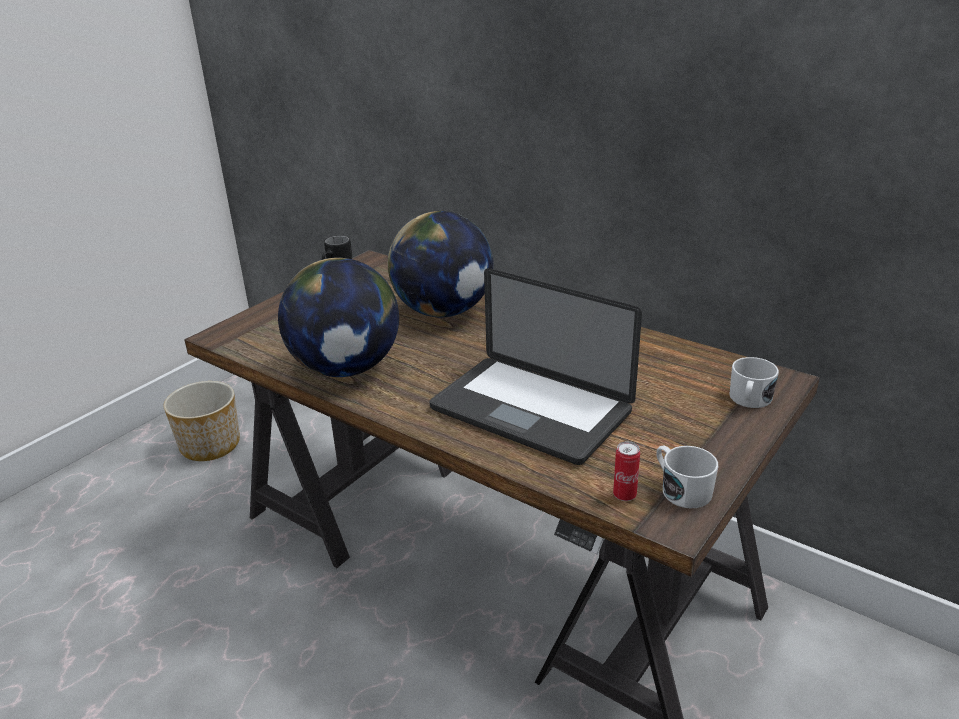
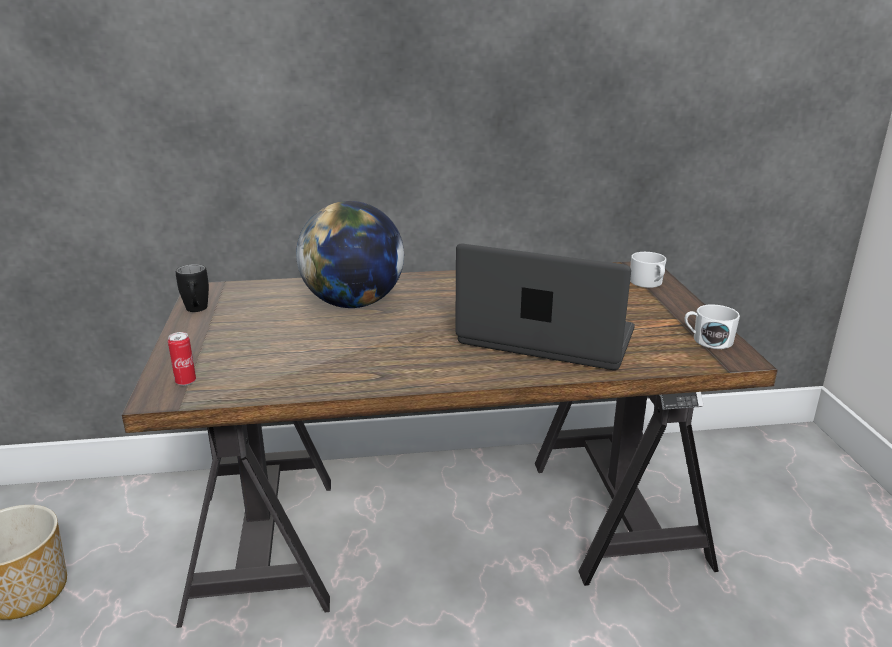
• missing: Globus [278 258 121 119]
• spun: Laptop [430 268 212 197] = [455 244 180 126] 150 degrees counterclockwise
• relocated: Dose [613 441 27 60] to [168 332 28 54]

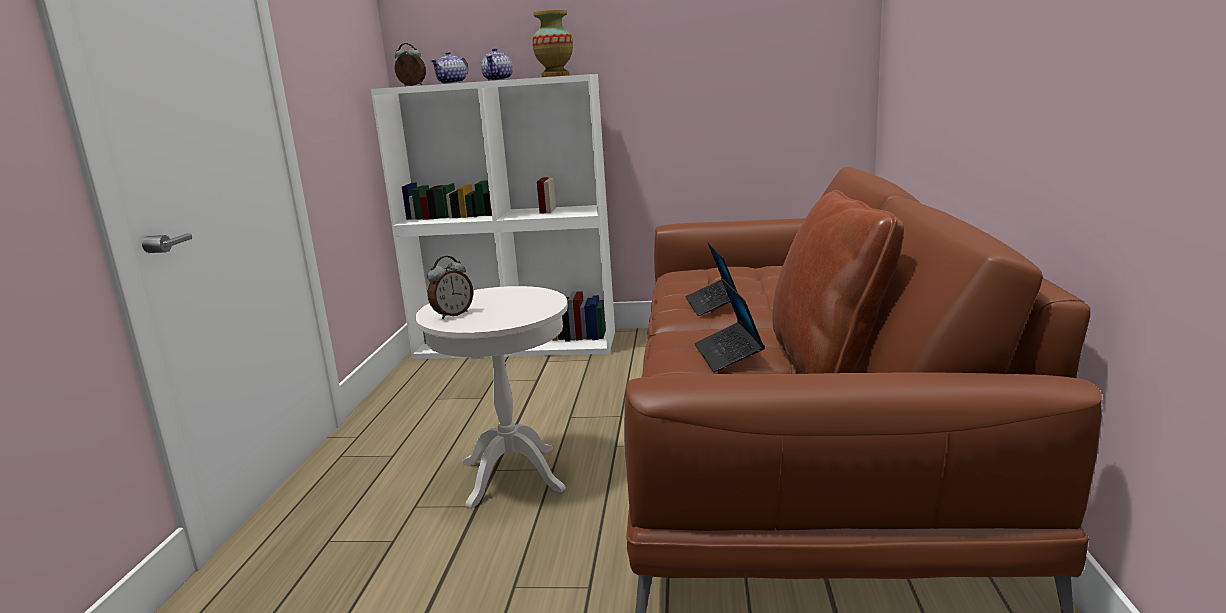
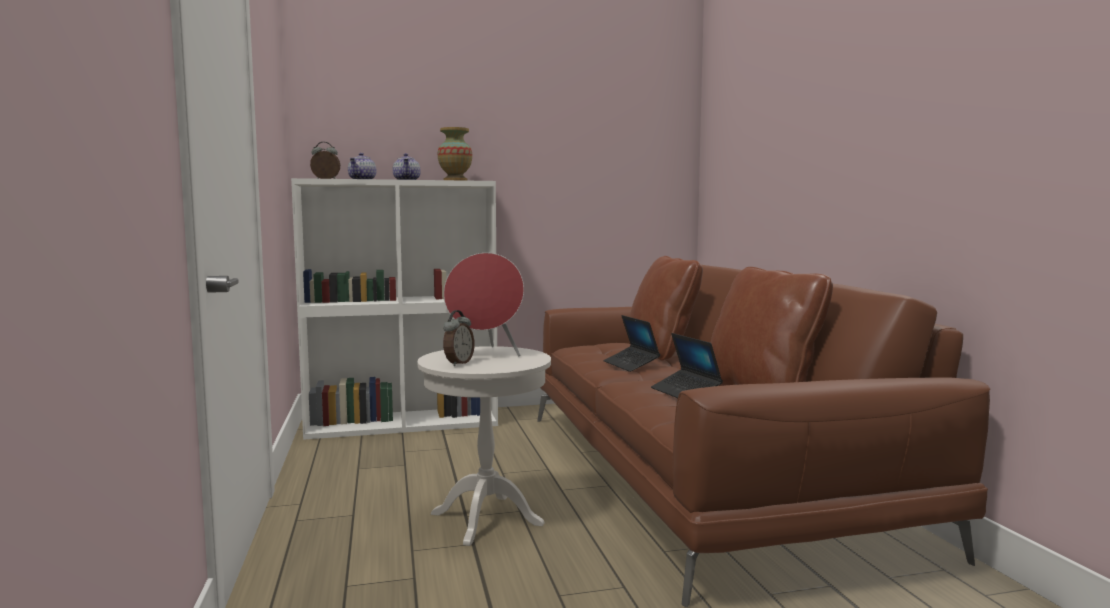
• appeared: Lautsprecher (rot) [444 253 80 104]
• appeared: Kissen (braun) [630 256 73 105]

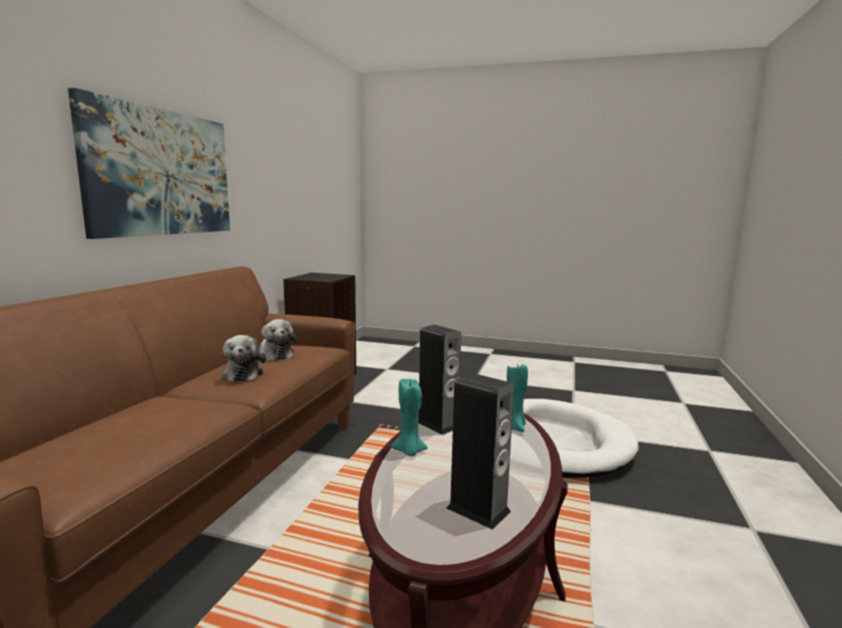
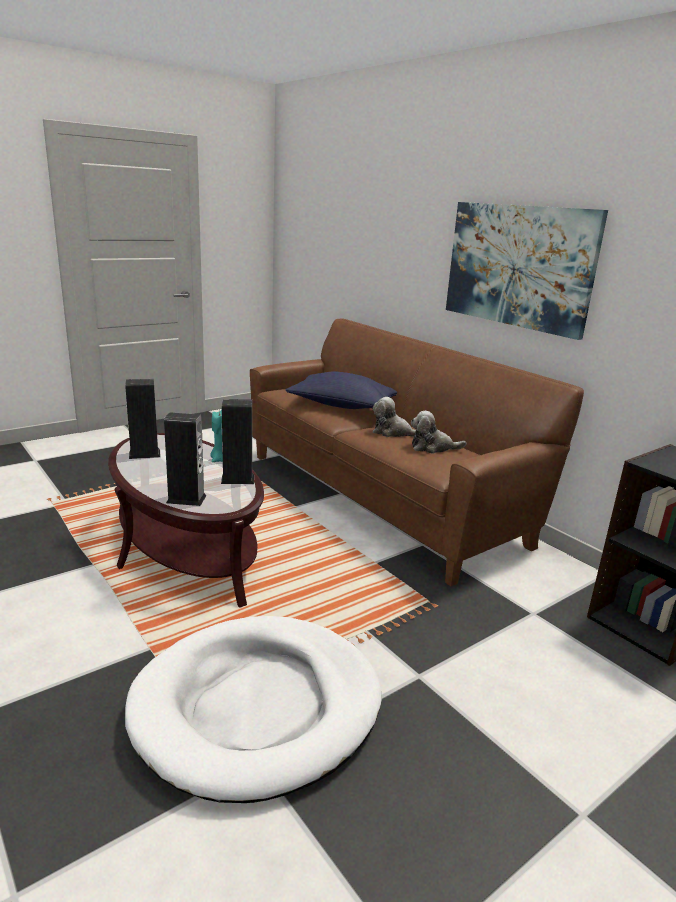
• exchanged: Kerze (türkis) [507 364 21 68] to Lautsprecher [164 413 43 93]
• appeared: Kissen (blau) [286 371 111 38]

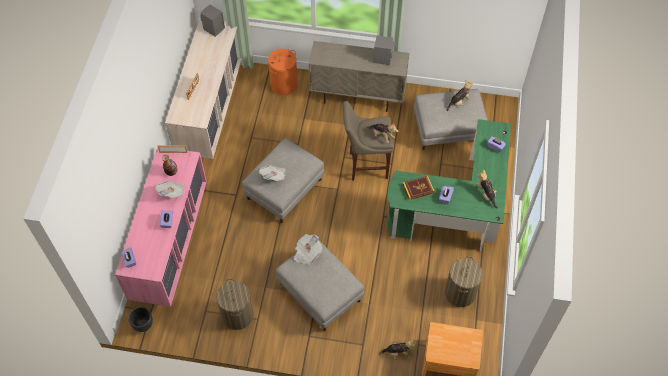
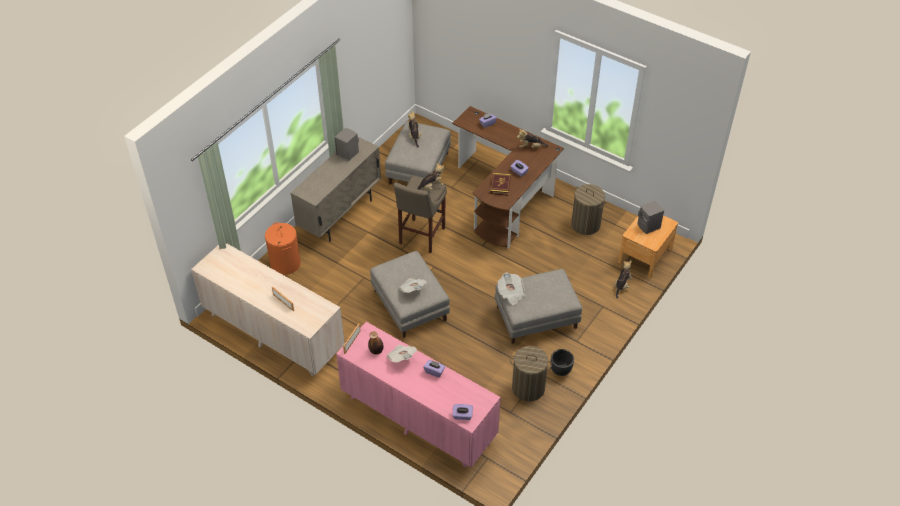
• relocated: Pflanzkübel (schwarz) [128 307 25 25] to [550 349 24 27]
• relocated: Lautsprecher (grau) [200 5 25 32] to [637 201 27 33]
• colour: Schreibtisch (grün) [387 119 124 132] to Schreibtisch (braun) [452 106 112 142]

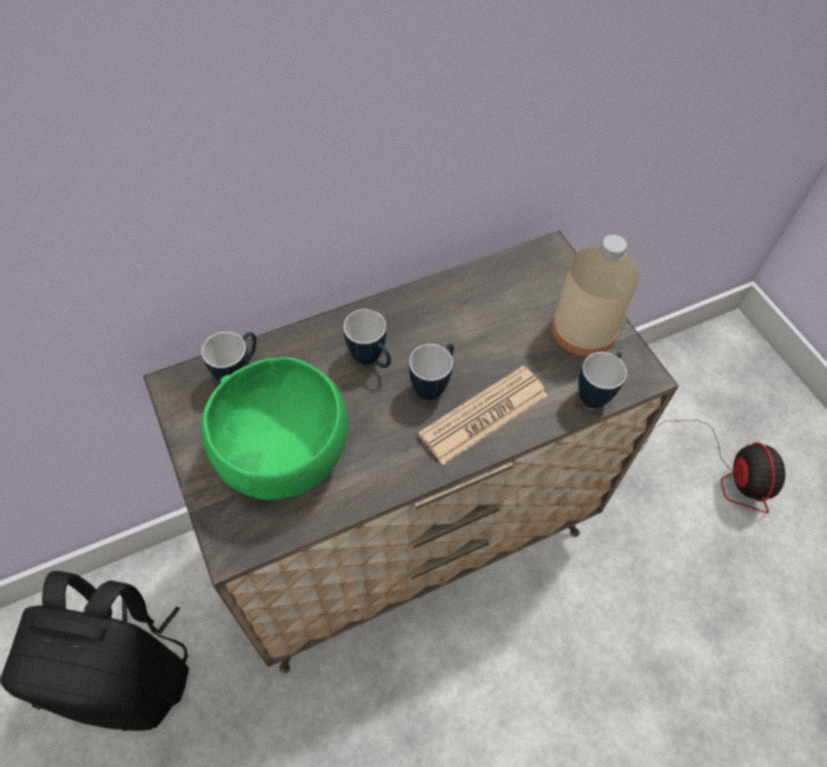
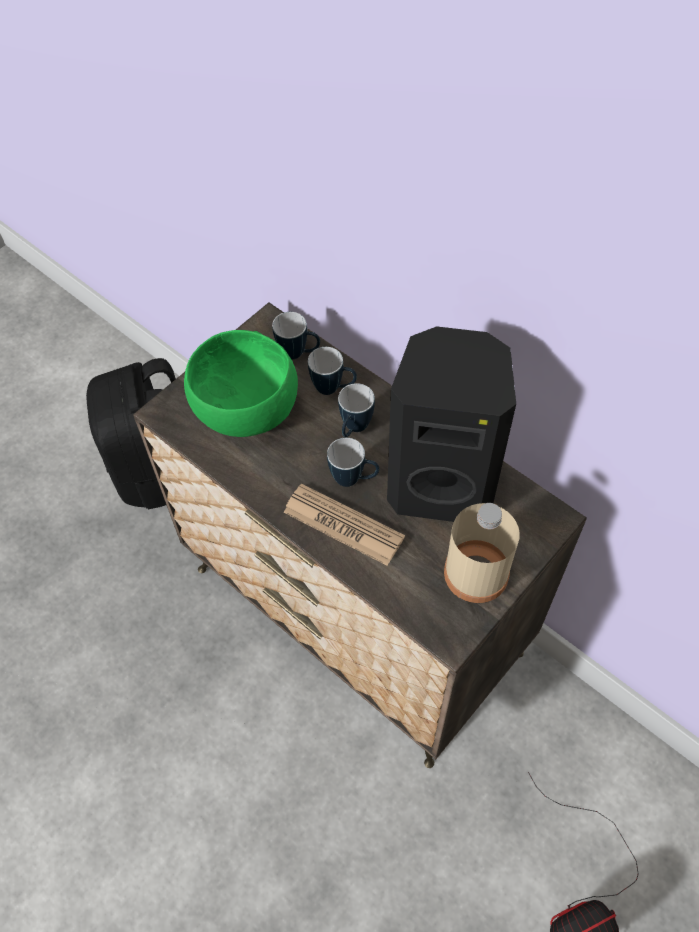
• relocated: Henkelbecher [578 352 49 57] to [308 347 49 48]
• appeared: Lautsprecher (schwarz) [387 326 129 196]

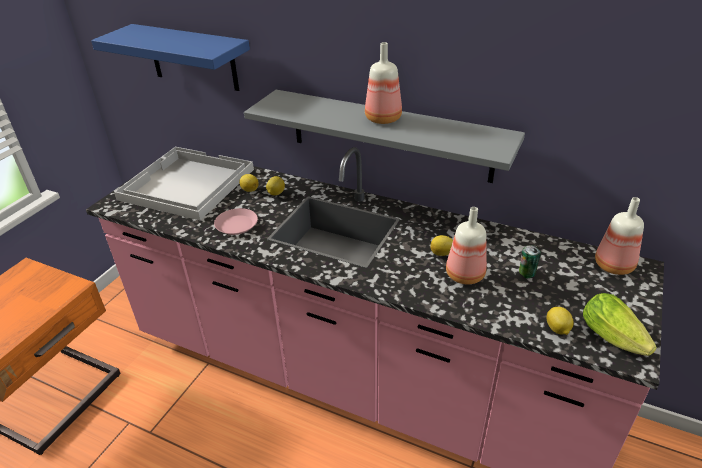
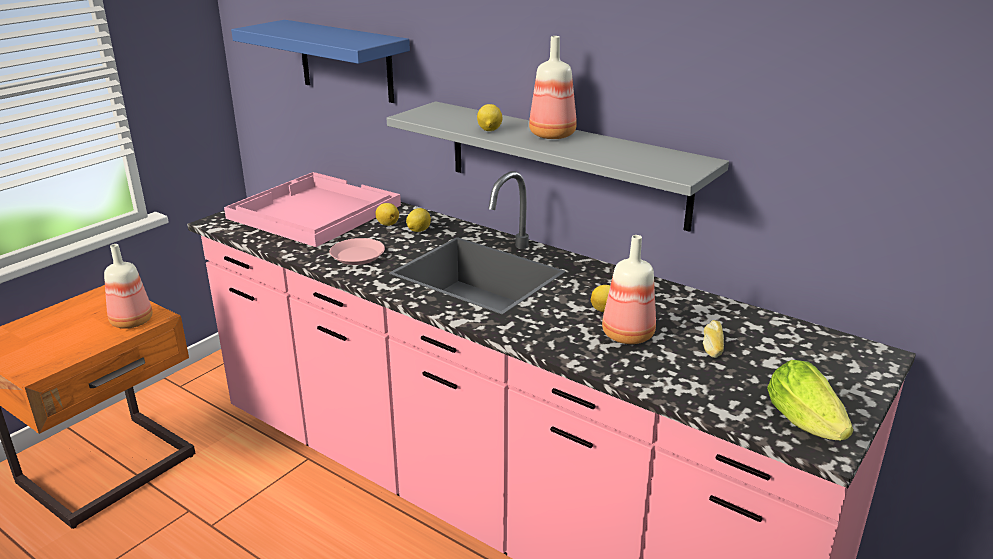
• colour: Tablett (weiß) [114 147 140 73] to Tablett (rosa) [224 172 177 75]
• exchanged: Dose [519 245 22 33] to Brot [703 320 21 38]
• relocated: Zitrone [547 307 27 28] to [477 104 25 27]
• relocated: Flasche [595 197 49 78] to [104 244 48 85]

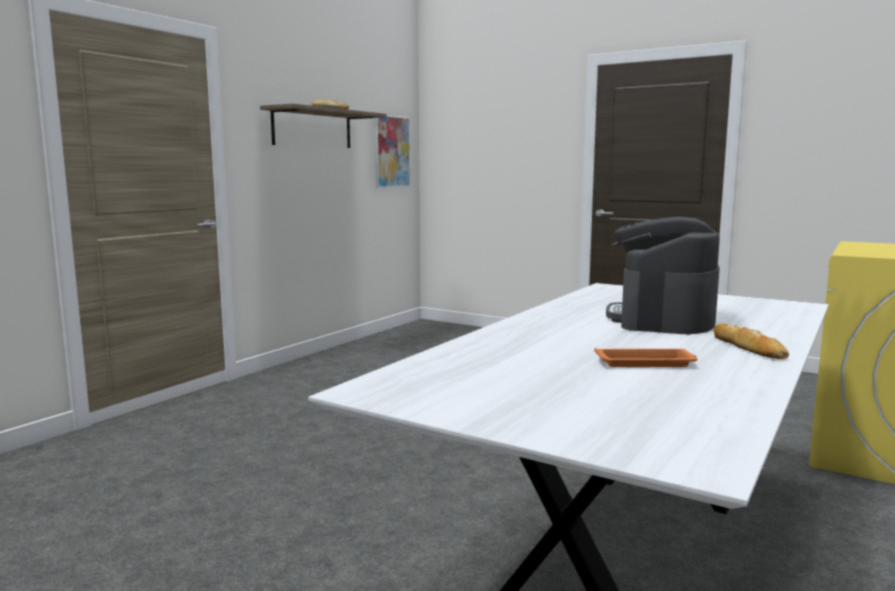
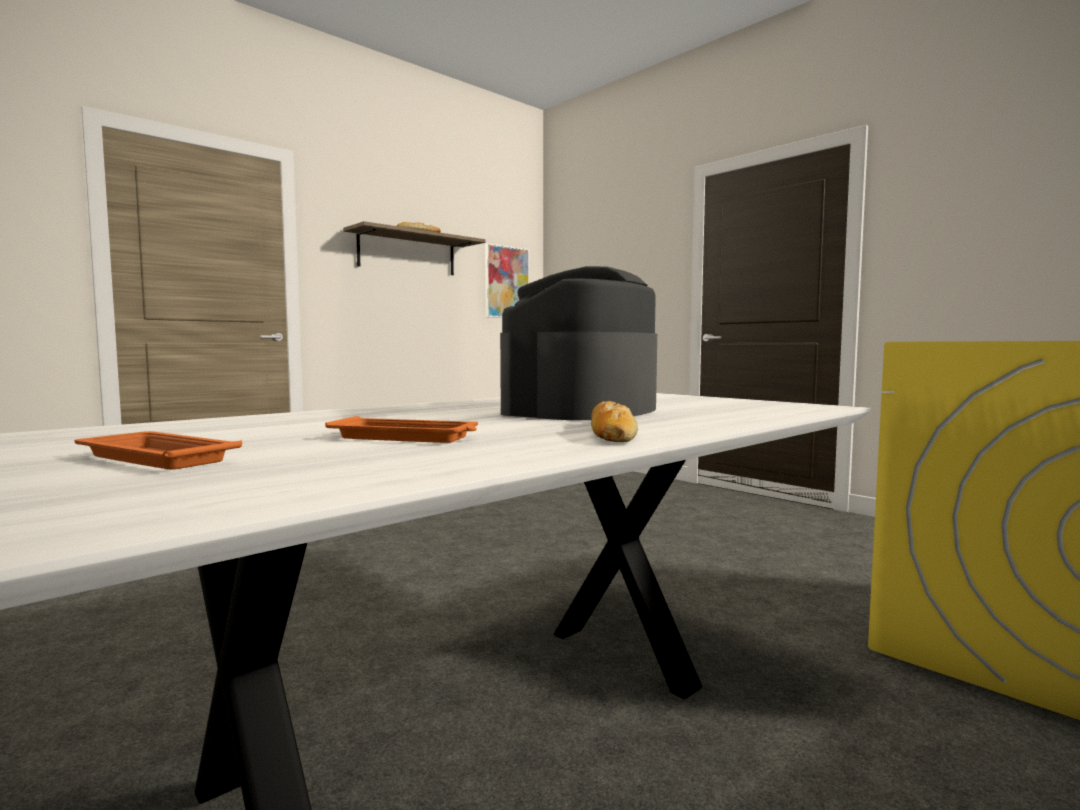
• appeared: Tablett (orange) [74 431 168 39]

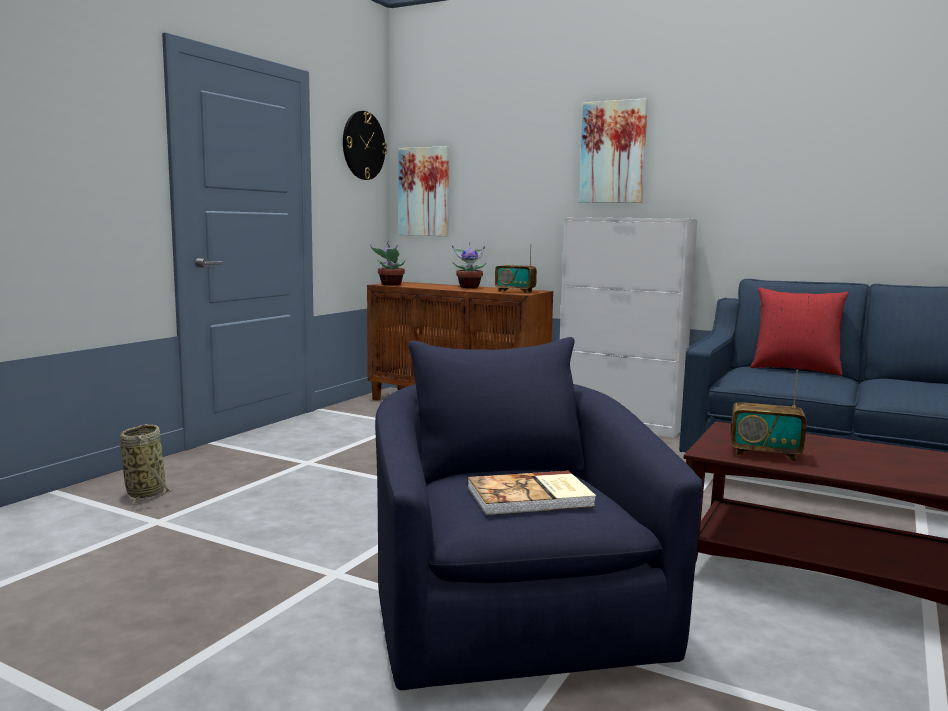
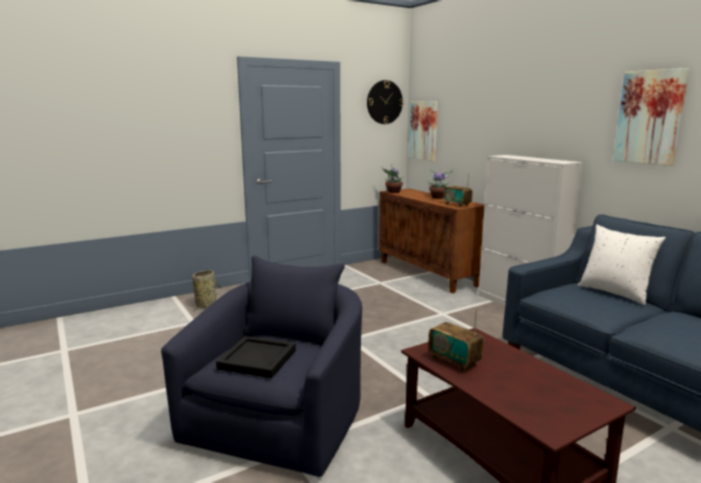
• exchanged: Buch [467 471 129 44] to Tablett (schwarz) [216 336 80 42]
• relocated: Bild [579 98 69 105] to [613 68 77 98]
• colour: Kissen (rot) [750 288 99 88] to Kissen (weiß) [578 225 88 80]

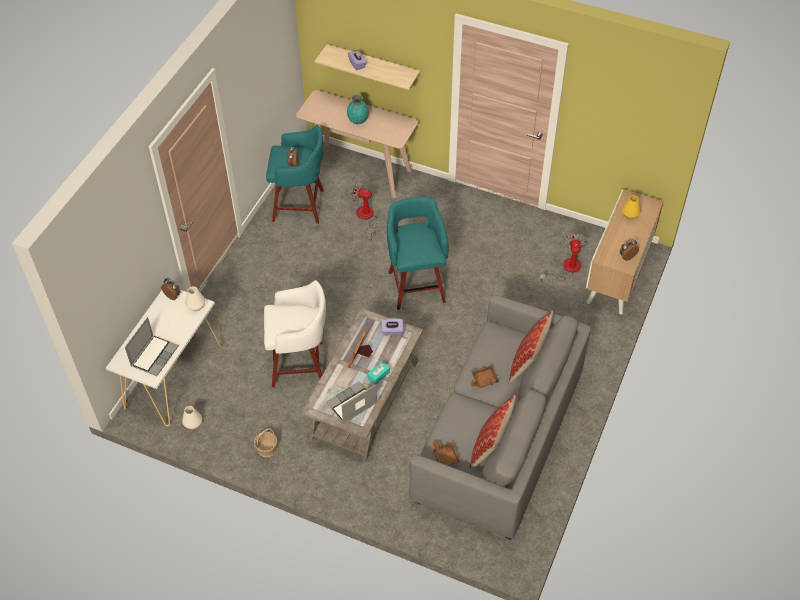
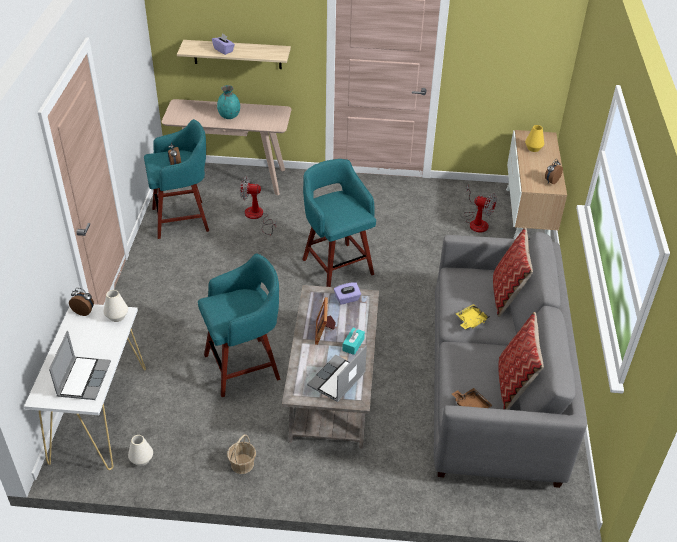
• colour: Hocker (weiß) [264 280 62 107] to Hocker (türkis) [198 254 82 143]
• colour: Tablett (braun) [470 365 29 23] to Tablett (gelb) [456 304 34 25]
• spun: Ventilator [540 232 47 49] = [464 184 33 48] 135 degrees clockwise

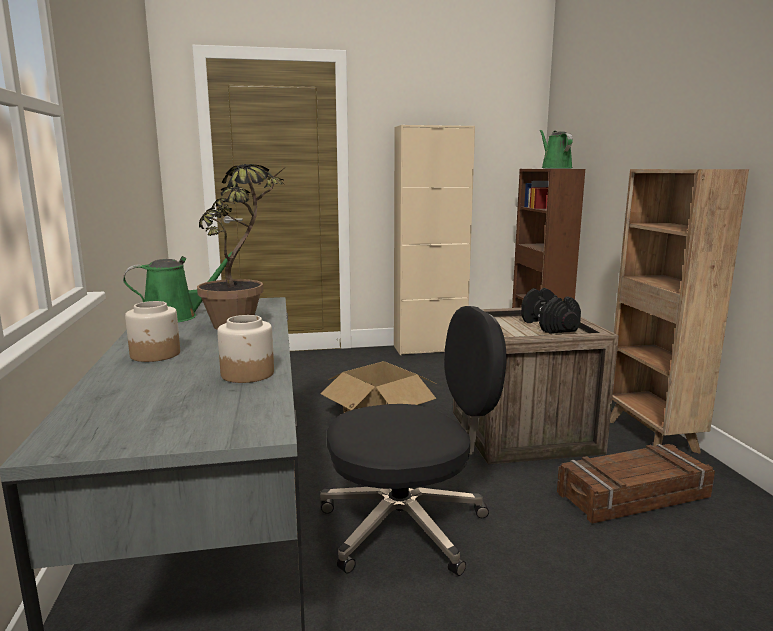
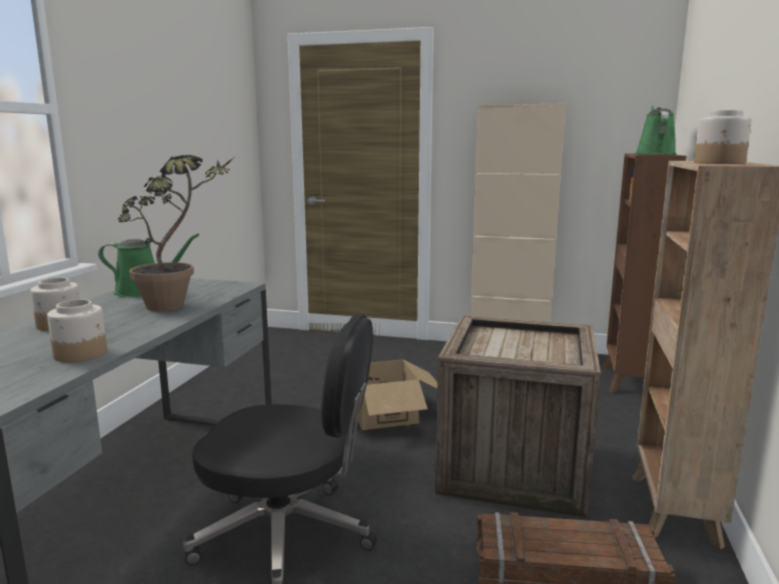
• missing: Hantel (schwarz) [521 288 60 46]
• appeared: Vorratsglas [694 110 58 54]

